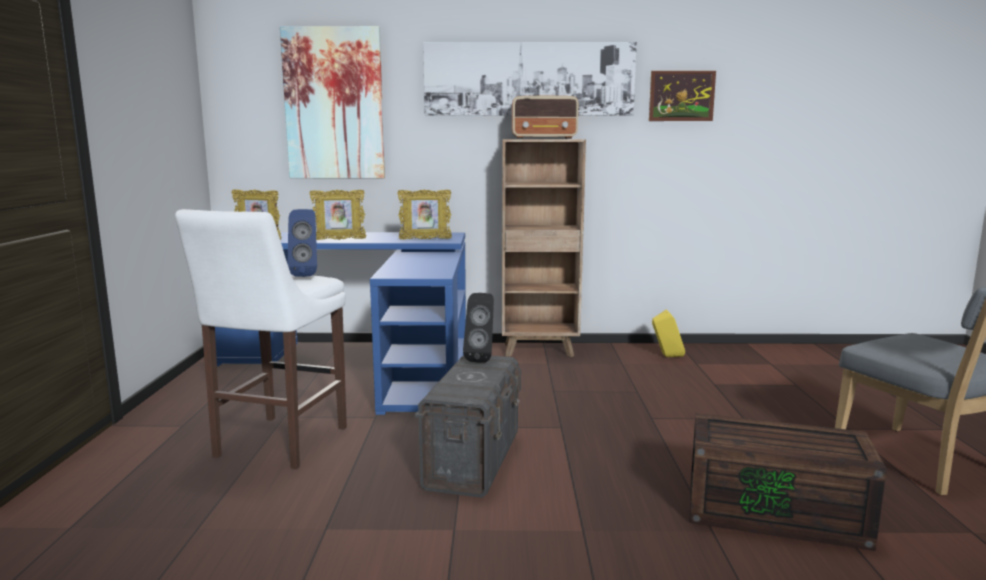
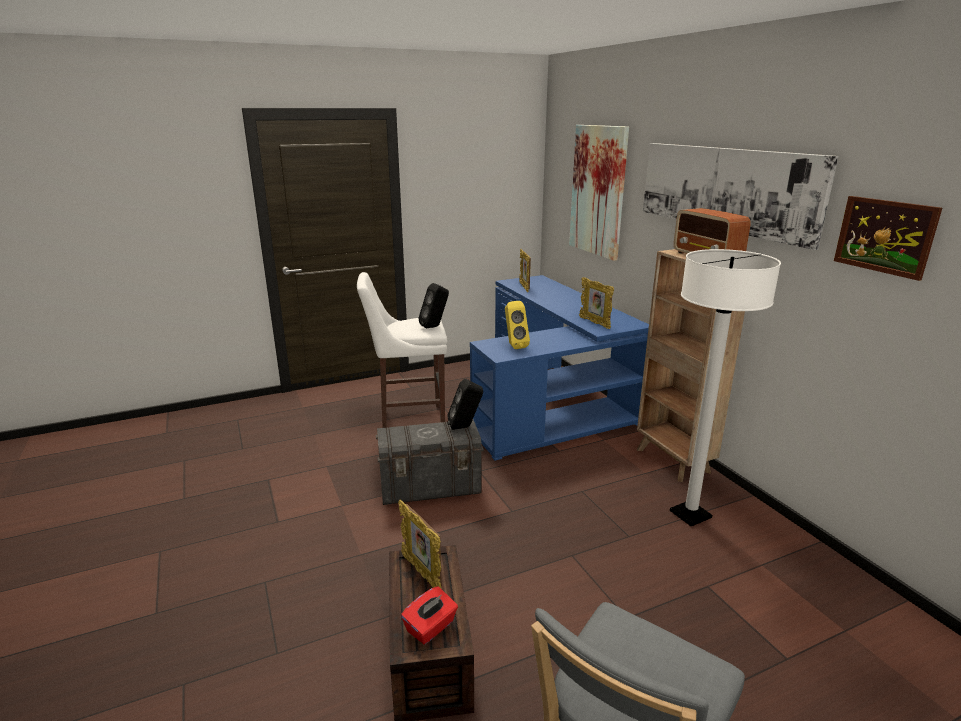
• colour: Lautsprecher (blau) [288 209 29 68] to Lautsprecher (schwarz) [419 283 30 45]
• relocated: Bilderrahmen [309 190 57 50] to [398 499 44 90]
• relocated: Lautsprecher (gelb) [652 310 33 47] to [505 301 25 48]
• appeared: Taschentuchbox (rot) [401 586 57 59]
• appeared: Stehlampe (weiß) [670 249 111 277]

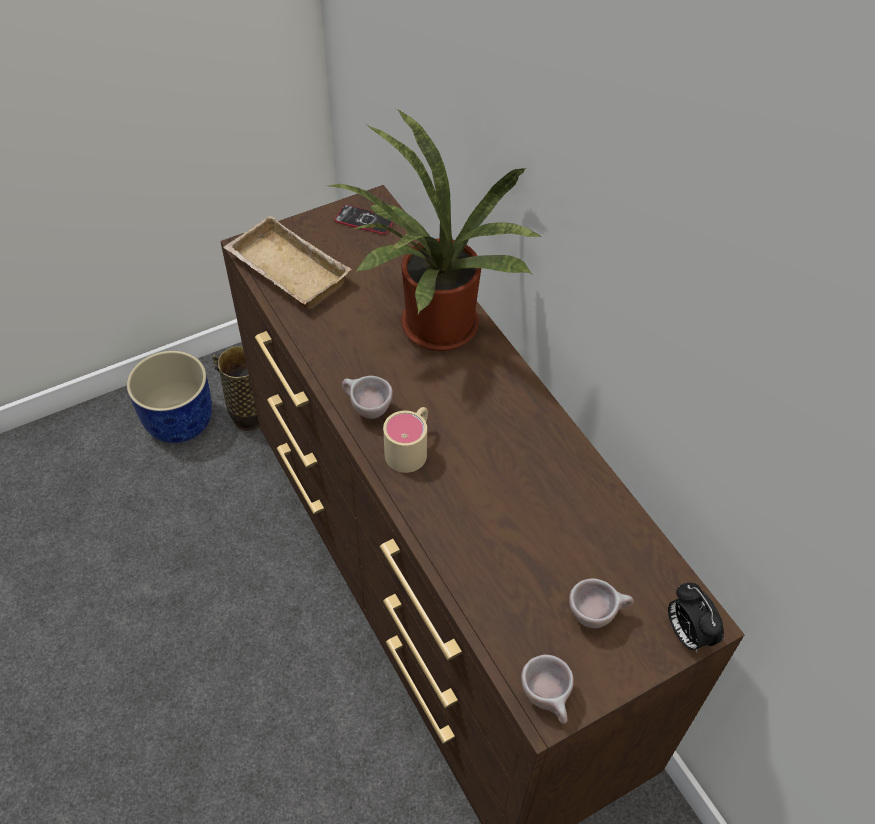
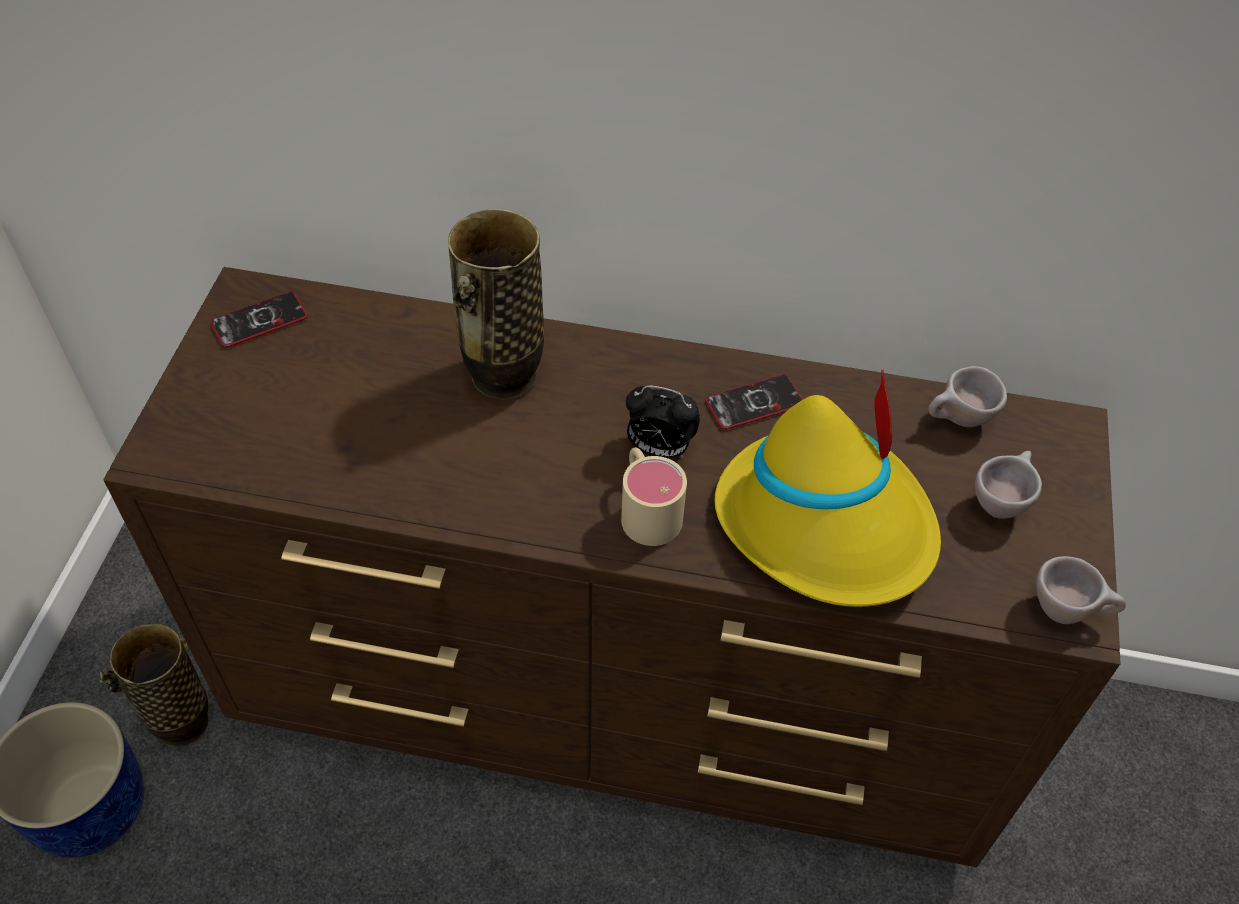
• missing: Tablett (beige) [224 215 128 93]
• exchanged: Topfpflanze [324 109 218 242] to Vase [448 209 96 191]
• relocated: Tasse (beige) [342 376 51 43] to [928 366 79 61]
• relocated: Wecker [668 583 56 70] to [626 385 74 74]
• appeared: Handy [705 374 98 56]
• appeared: Hut (gelb) [714 369 227 238]

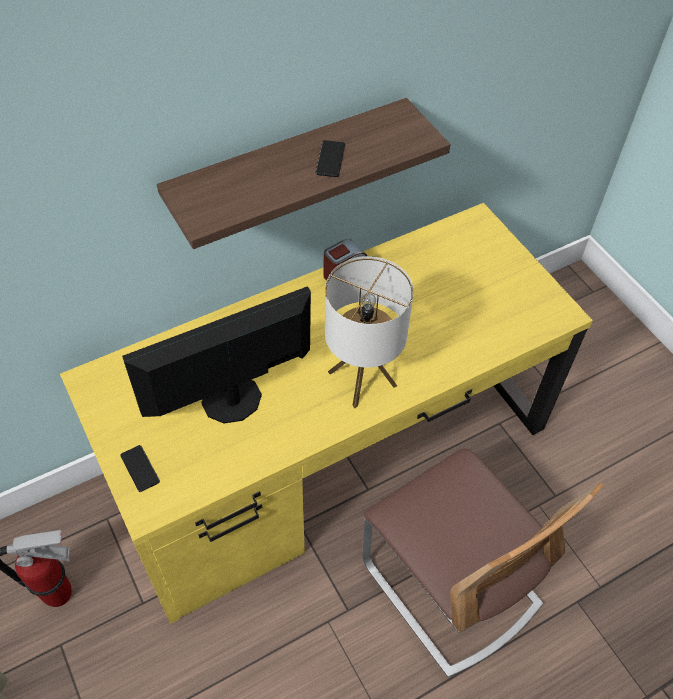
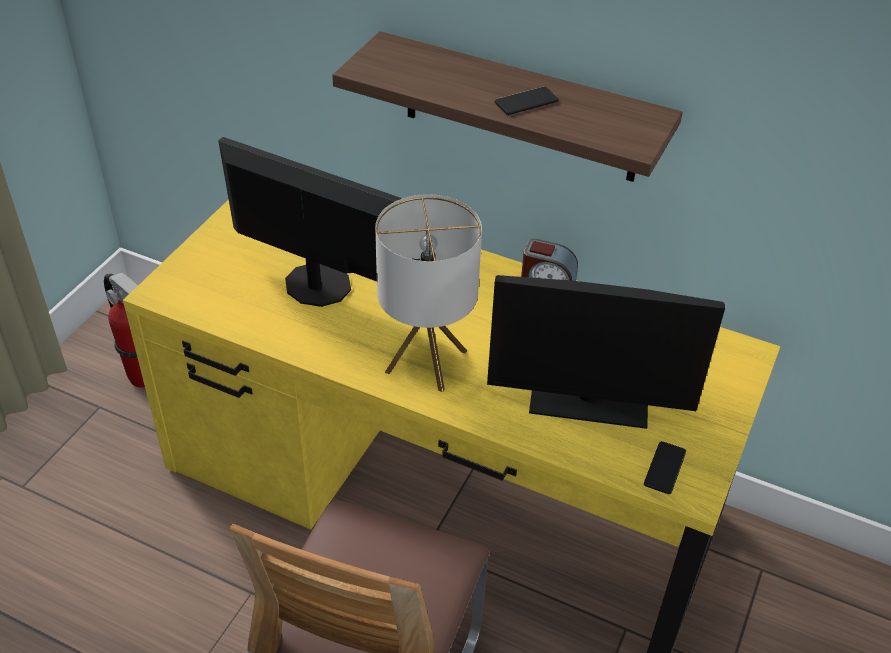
• relocated: Handy [120 445 40 47] to [644 441 42 53]
• appeared: Monitor [487 275 238 154]

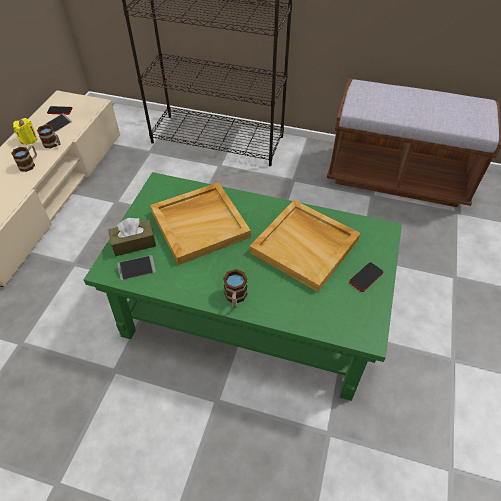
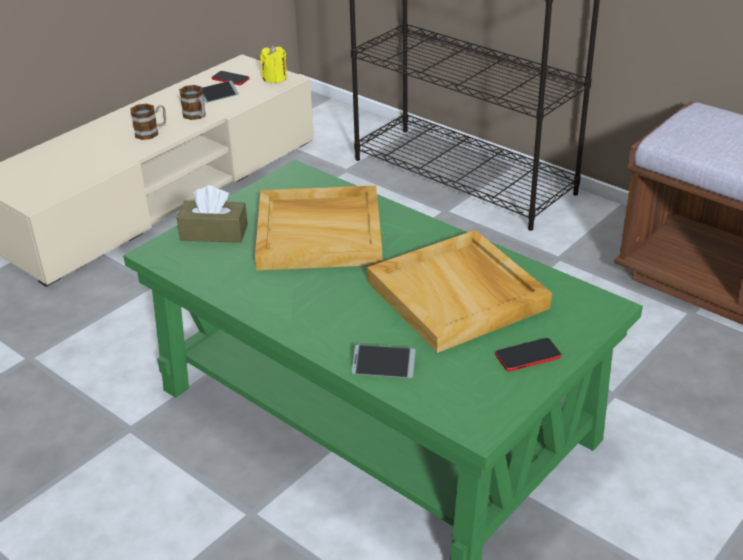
• relocated: Kerze (gelb) [13 118 24 27] to [260 45 27 38]
• relocated: Handy [117 255 39 25] to [352 345 64 33]
• missing: Henkelbecher [223 269 24 39]

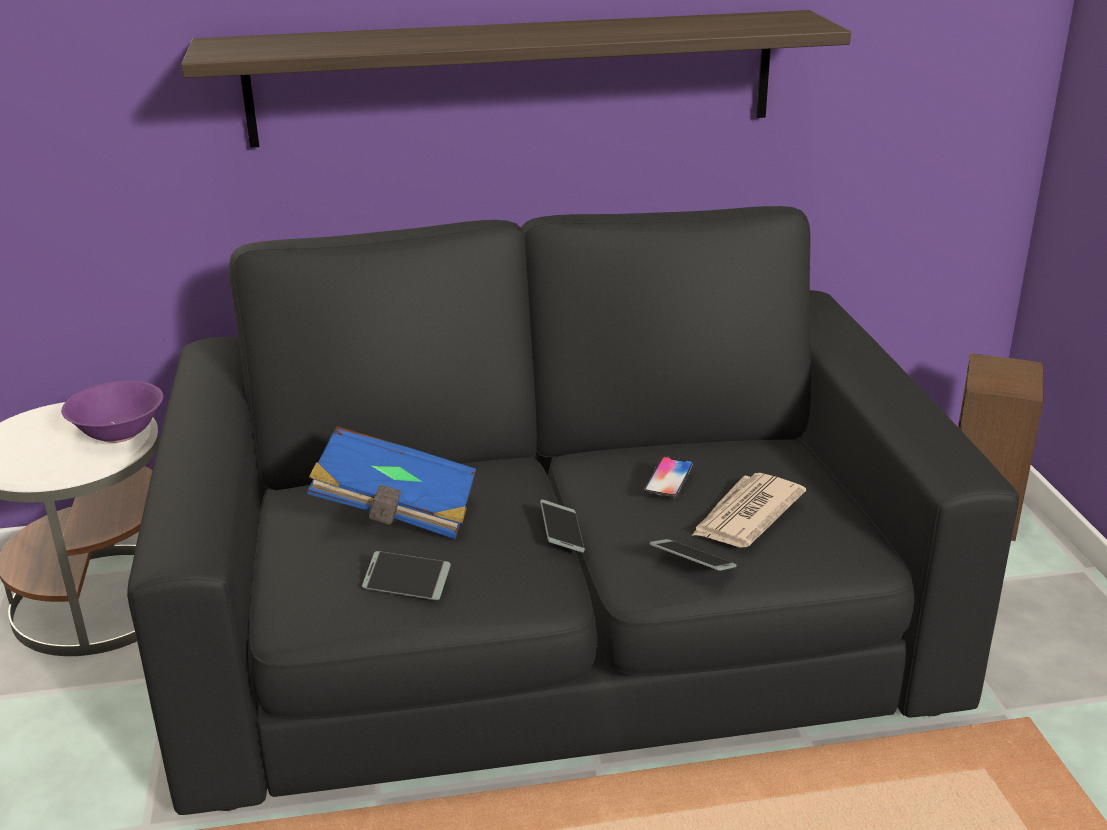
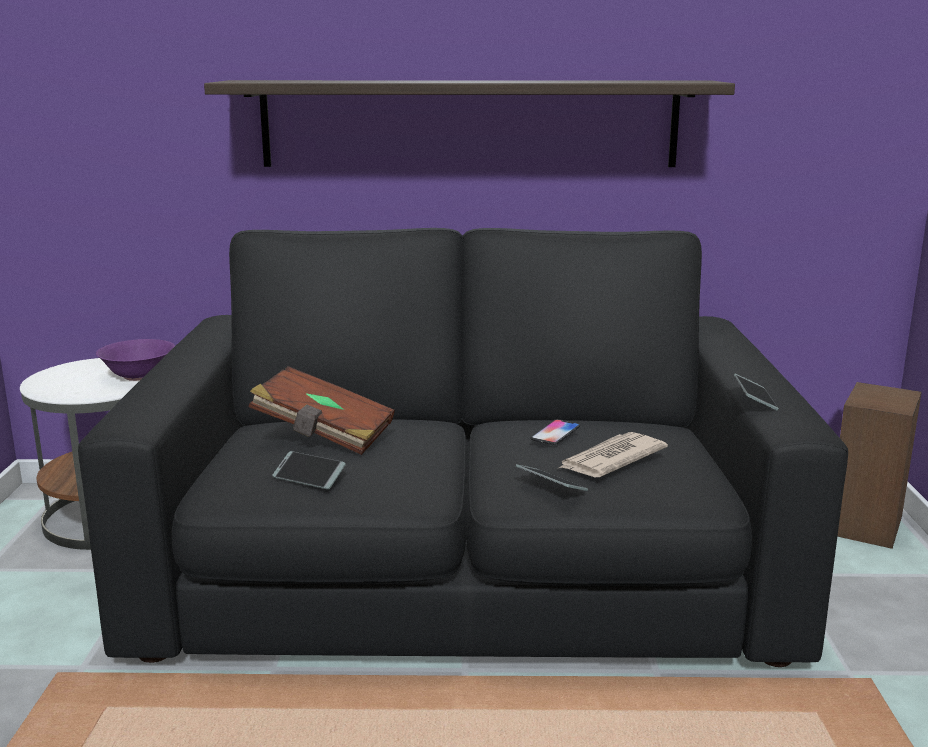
• colour: Buch (blau) [307 426 169 113] to Buch (braun) [249 366 146 89]
• relocated: Handy [540 499 45 53] to [734 374 45 36]

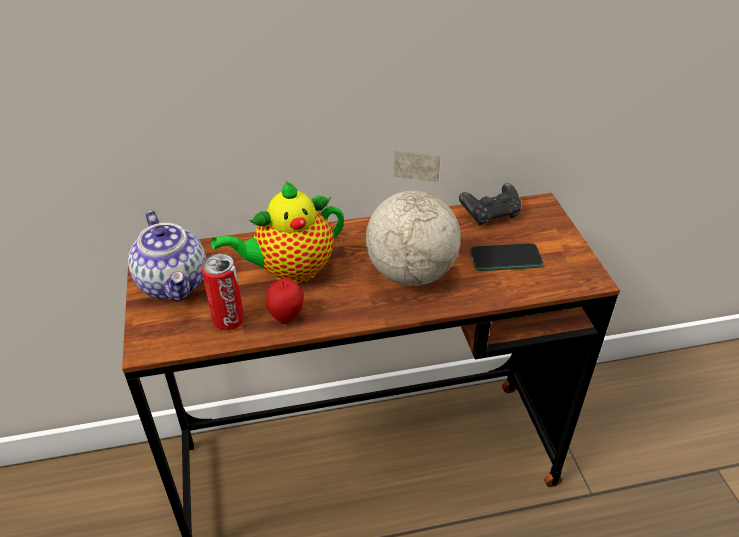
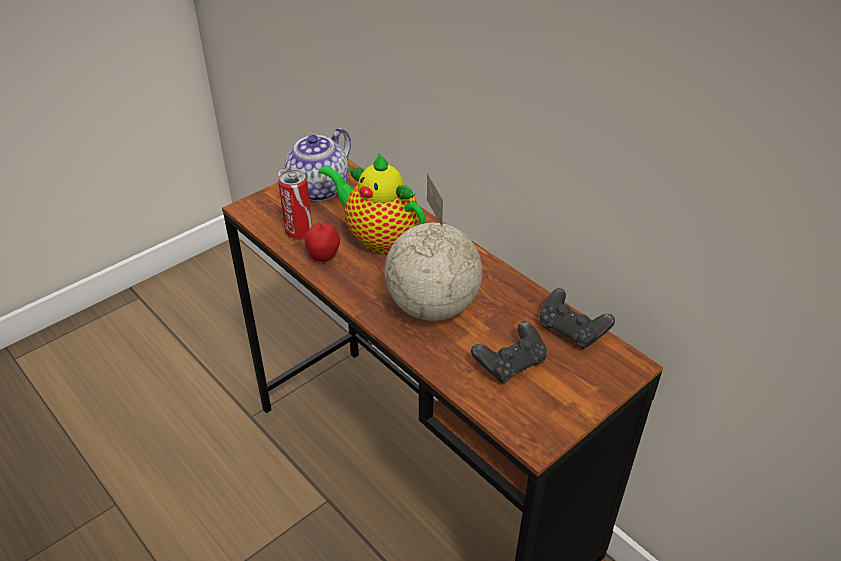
• exchanged: Handy [470 243 74 28] to Gamepad (schwarz) [471 321 76 62]

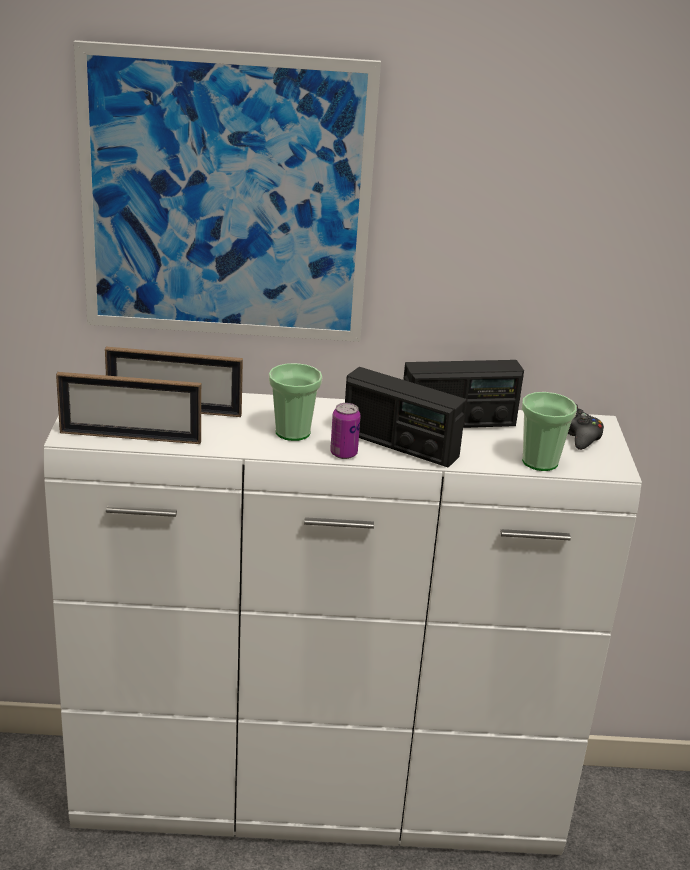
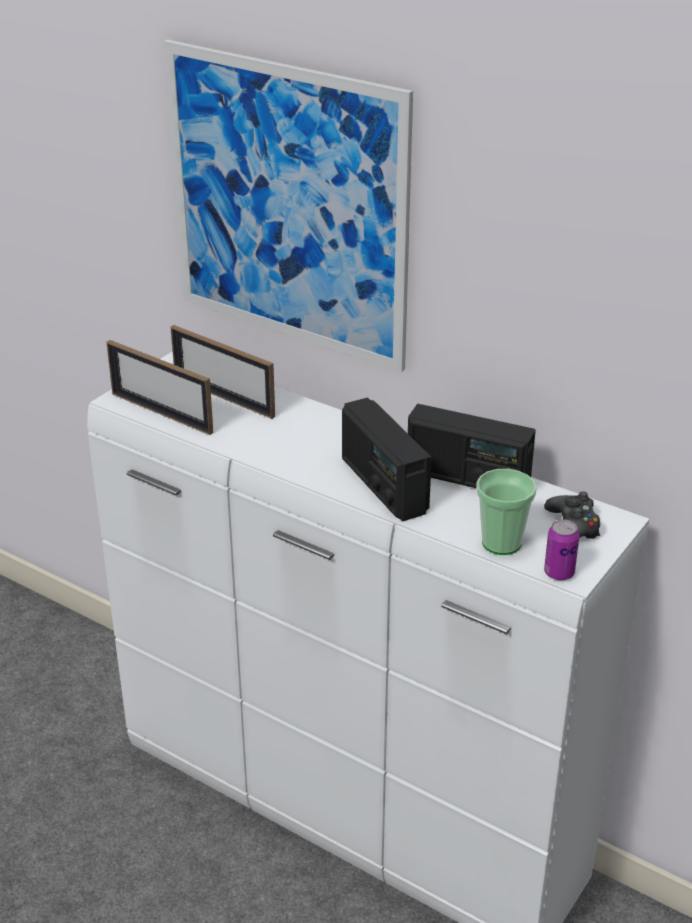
• missing: Tasse [269 363 53 78]
• relocated: Dose [330 403 31 56] to [544 519 35 61]

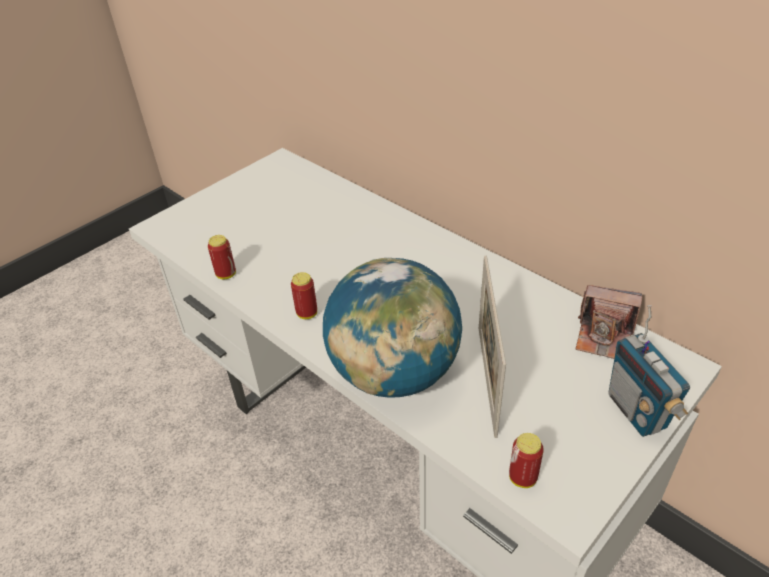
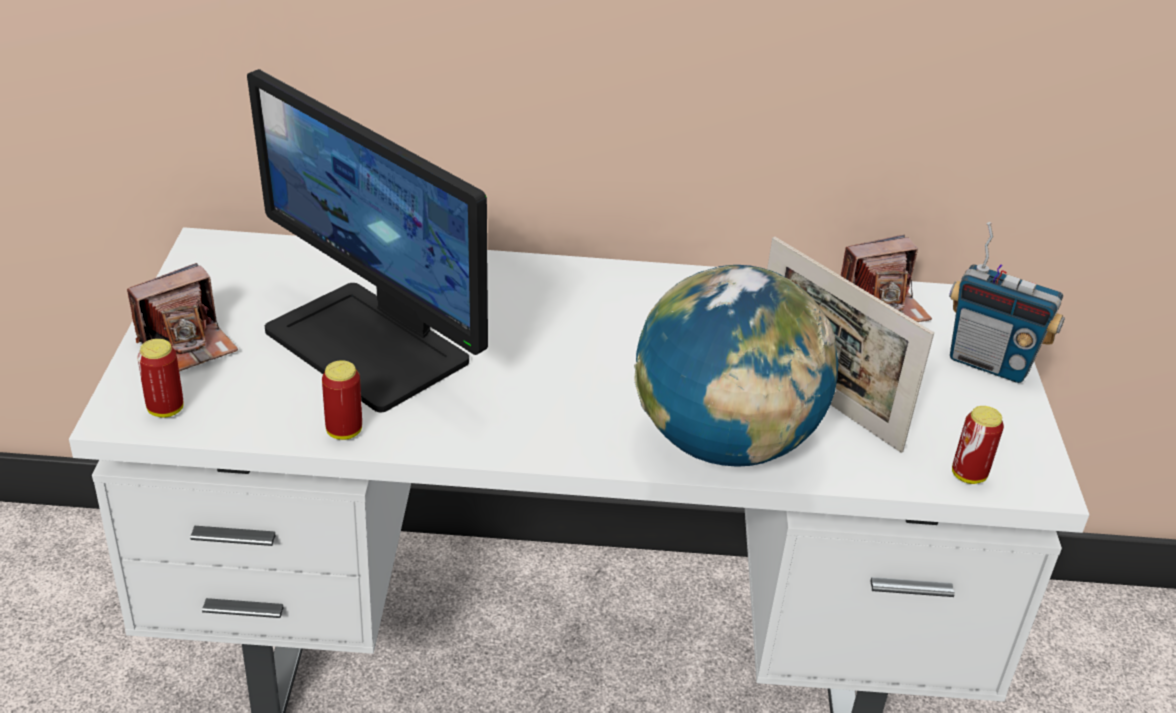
• relocated: Dose [291 272 26 47] to [137 339 47 79]
• appeared: Kamera [127 263 111 108]
• appeared: Monitor [247 69 241 344]

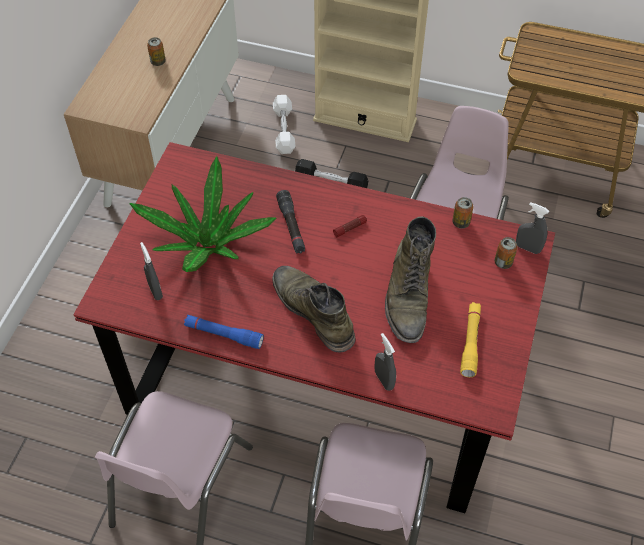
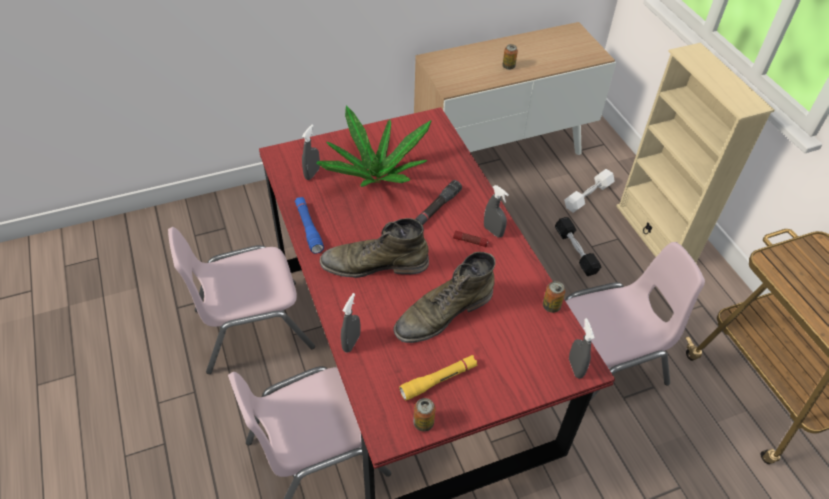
• spun: Stiefel (grün) [272 266 83 87] = [320 218 109 60] 105 degrees counterclockwise
• relocated: Dose [494 237 24 32] to [413 398 23 34]
• appeared: Sprühflasche (grau) [484 185 25 52]

